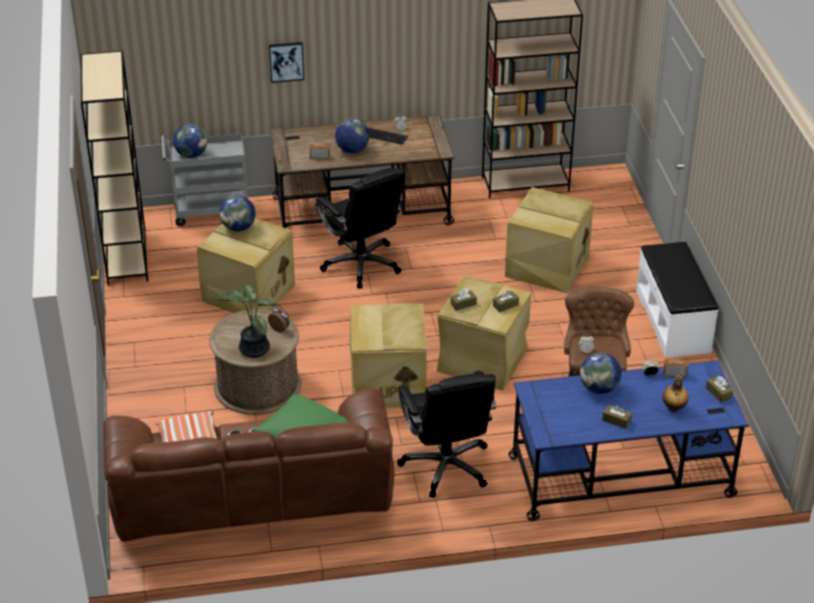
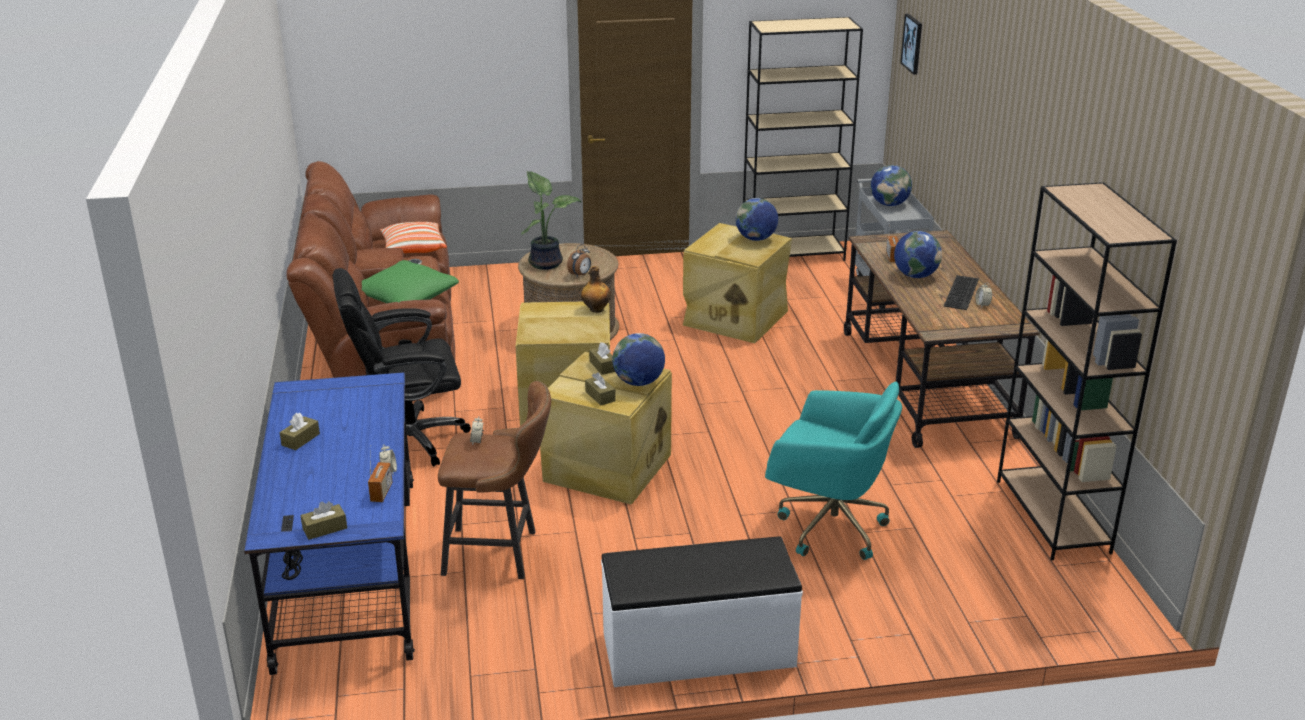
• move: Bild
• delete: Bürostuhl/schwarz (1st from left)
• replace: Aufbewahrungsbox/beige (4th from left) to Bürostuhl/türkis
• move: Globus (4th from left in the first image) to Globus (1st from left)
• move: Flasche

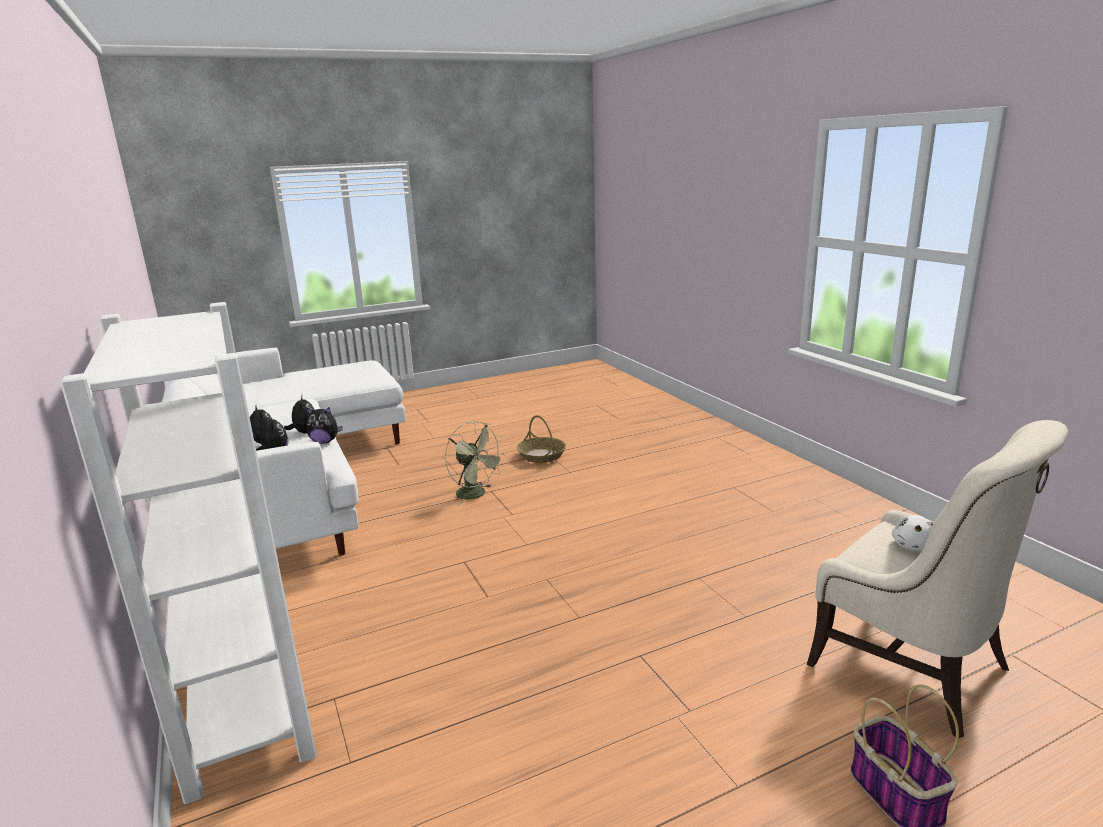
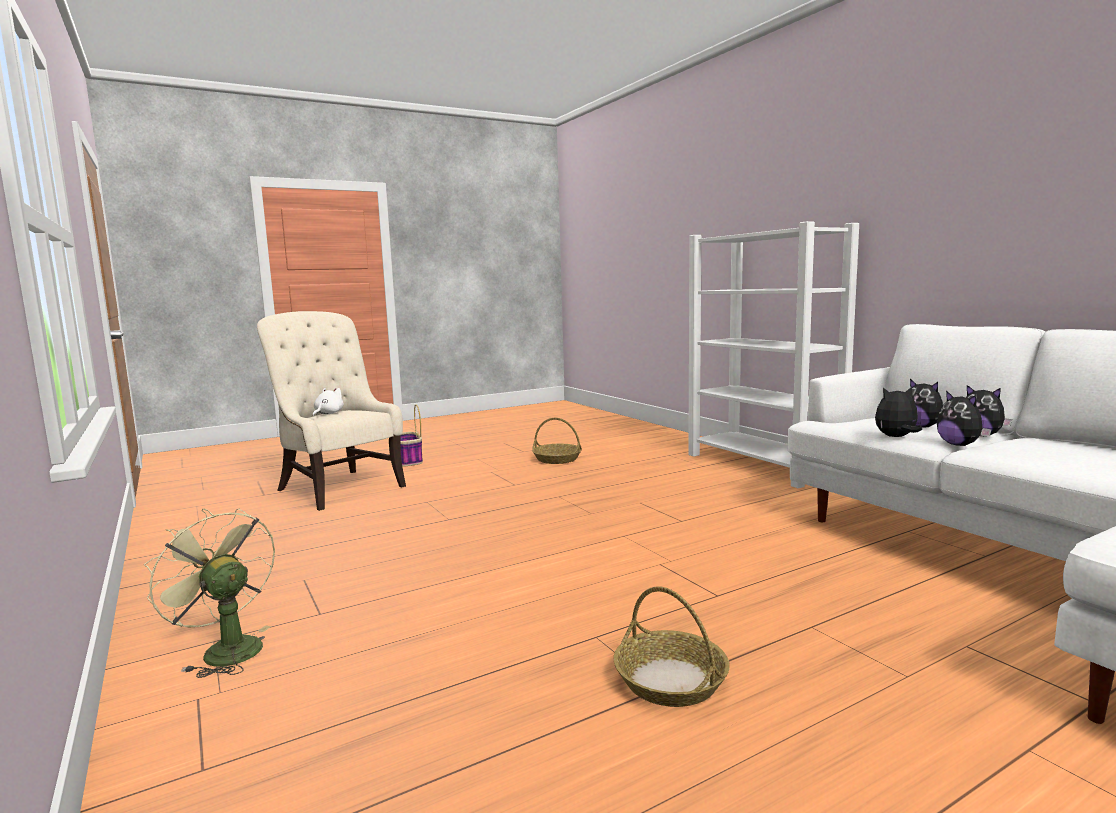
• move: Ventilator/grün
• insert: Korb (2nd from left)

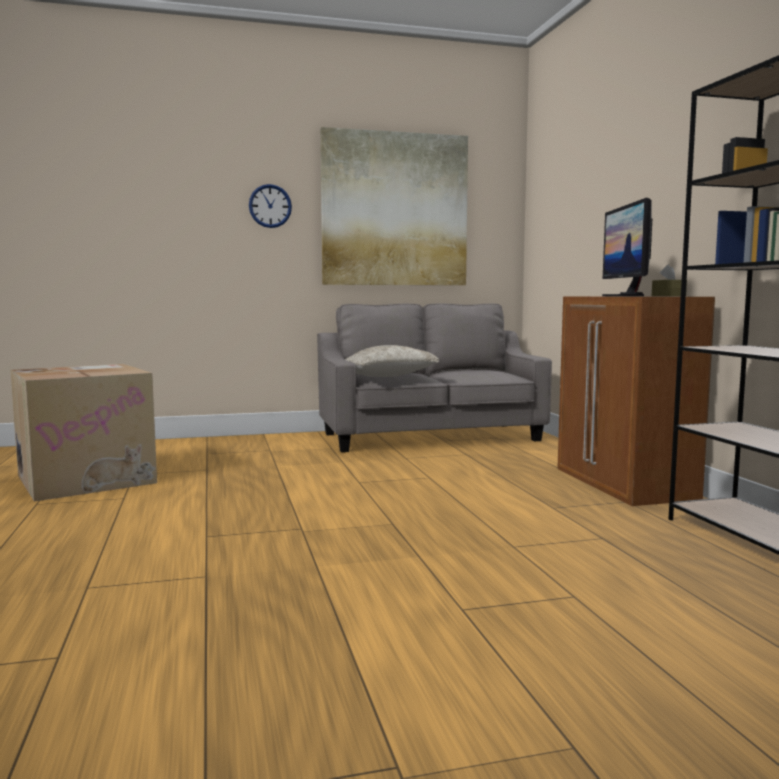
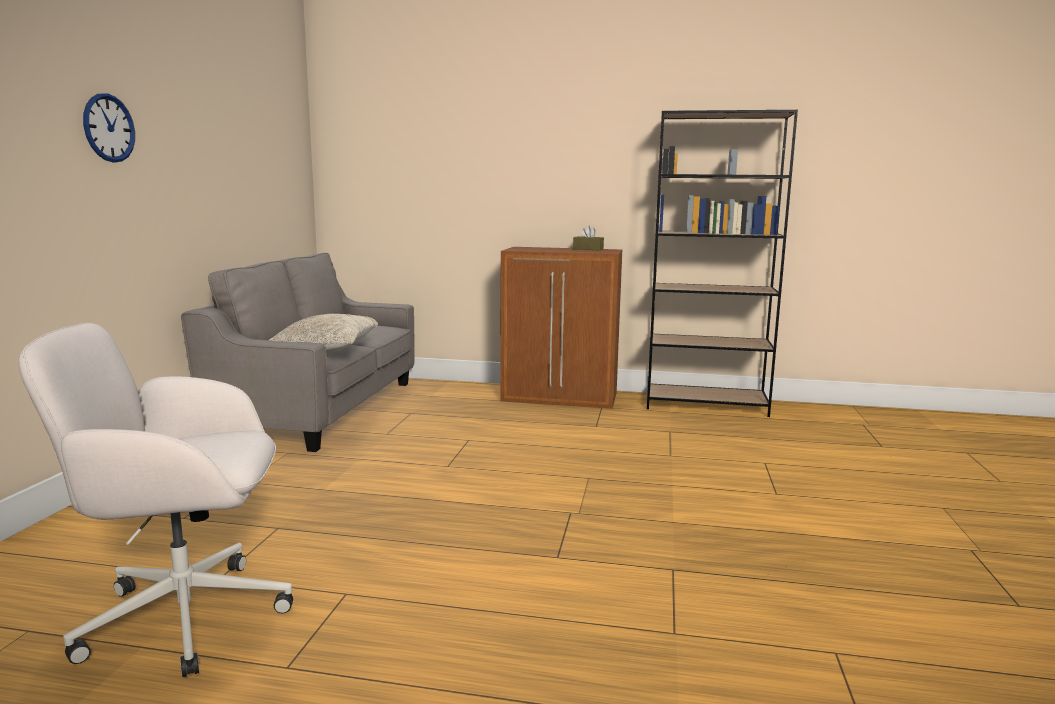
• delete: Bild
• delete: Monitor
• replace: Karton to Bürostuhl/weiß

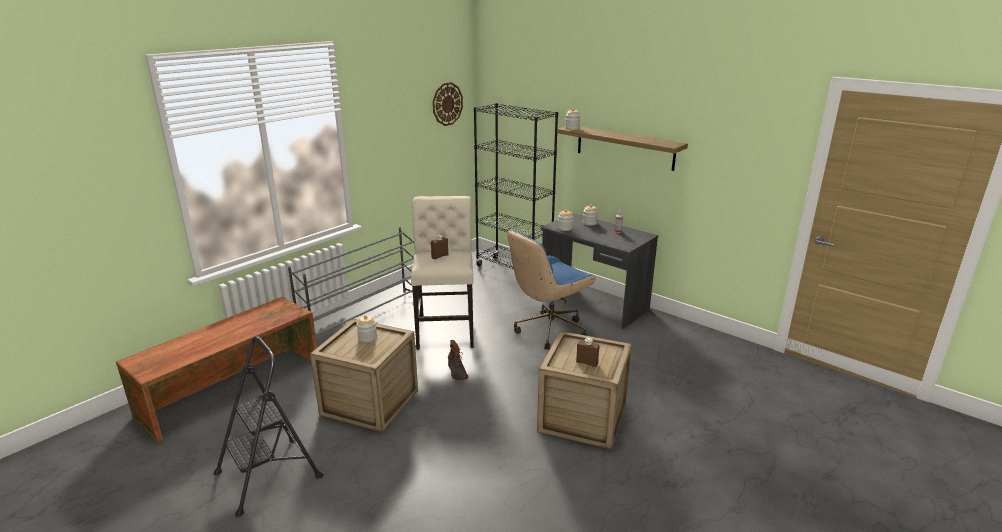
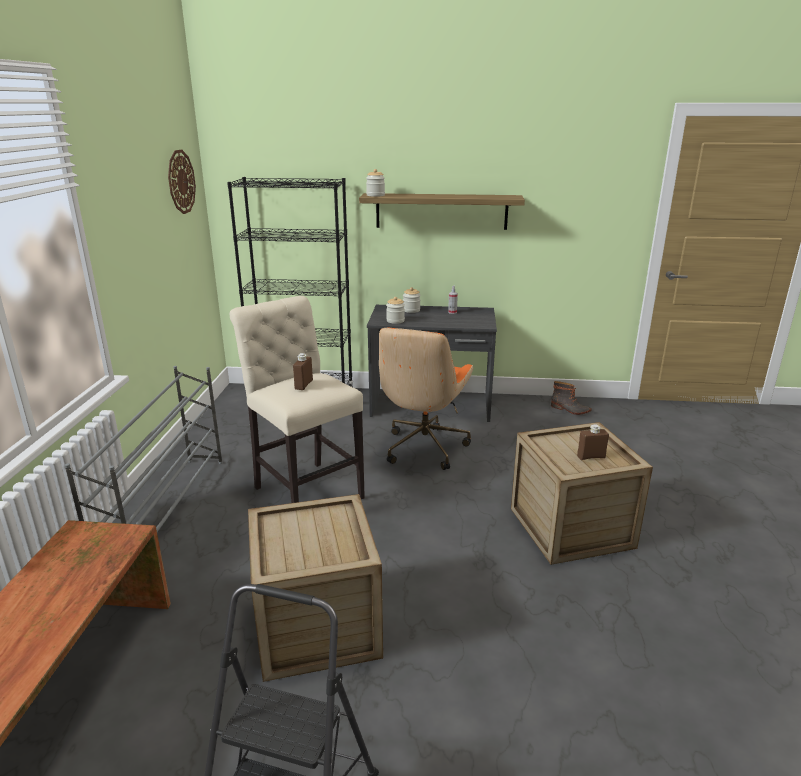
• recolor: Bürostuhl/blau to Bürostuhl/orange
• delete: Vorratsglas (1st from left)
• move: Stiefel

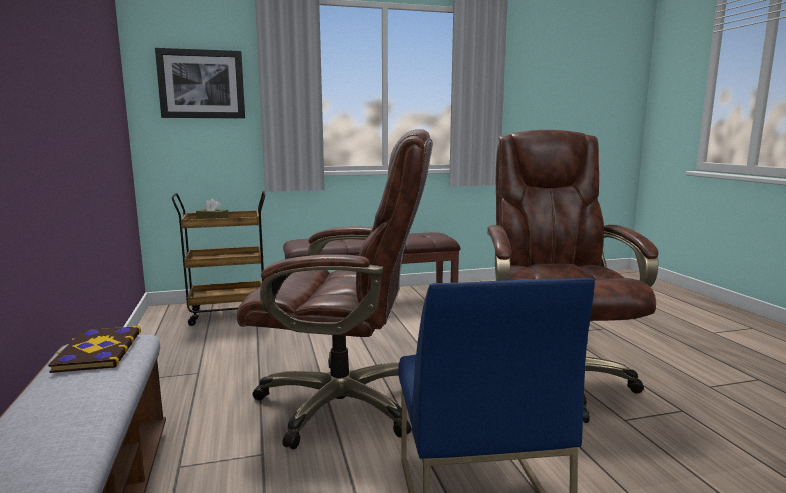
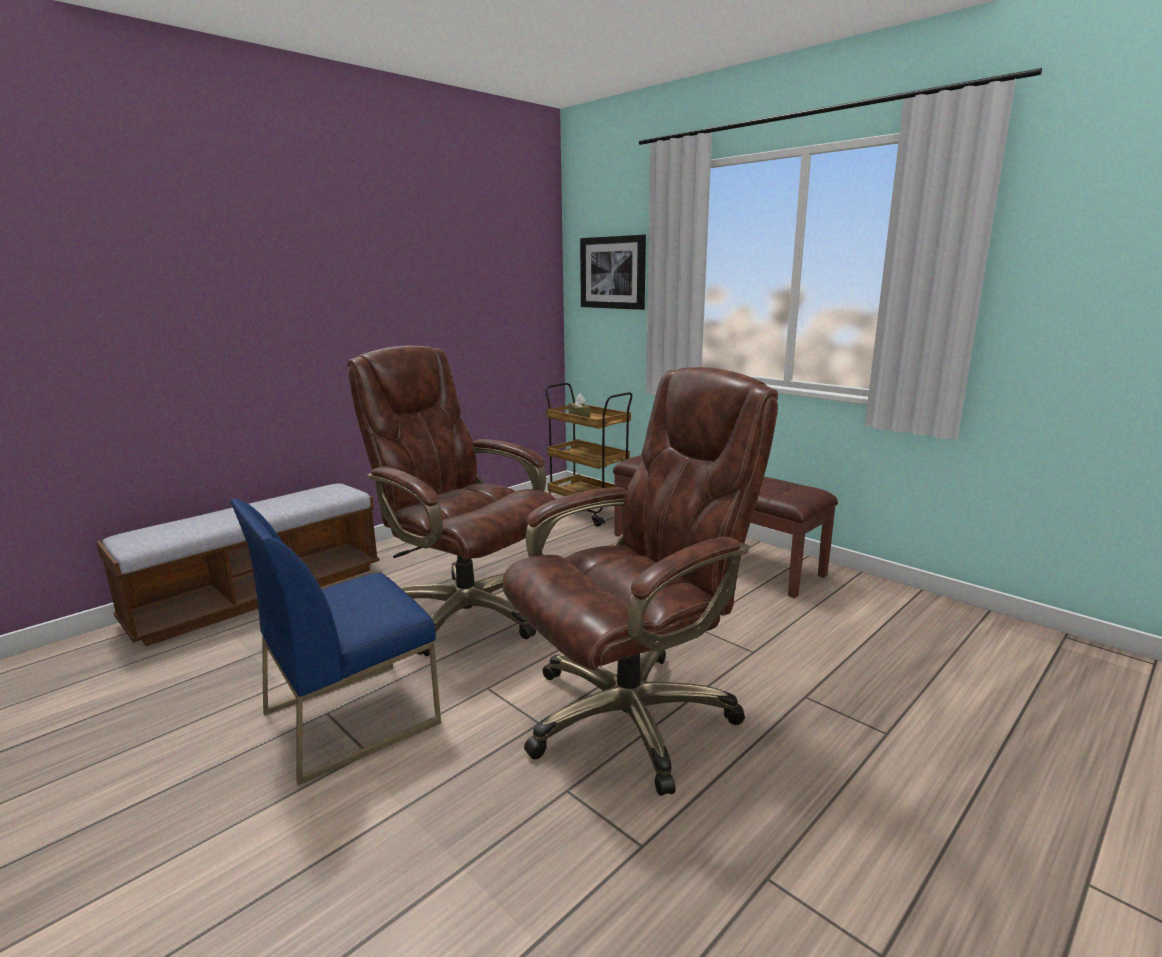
• rotate: Bürostuhl/braun (1st from left) 150 degrees clockwise
• delete: Buch

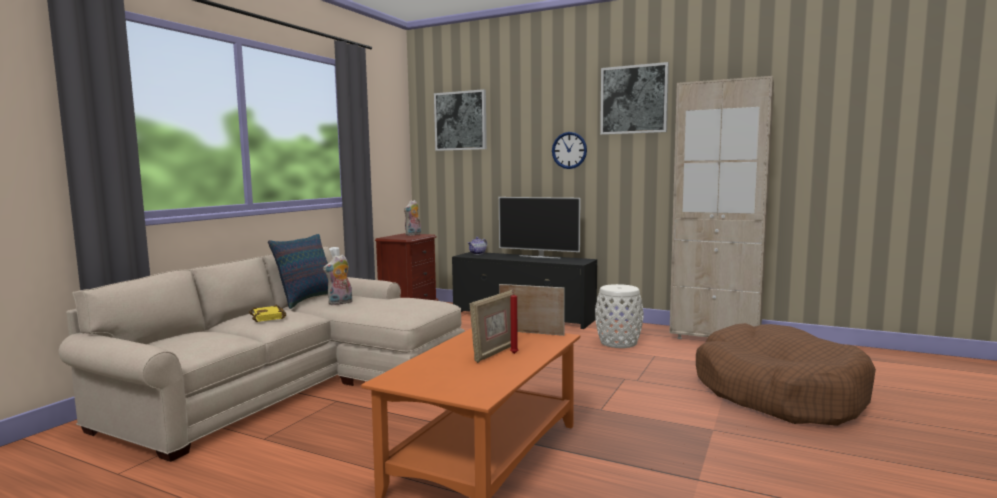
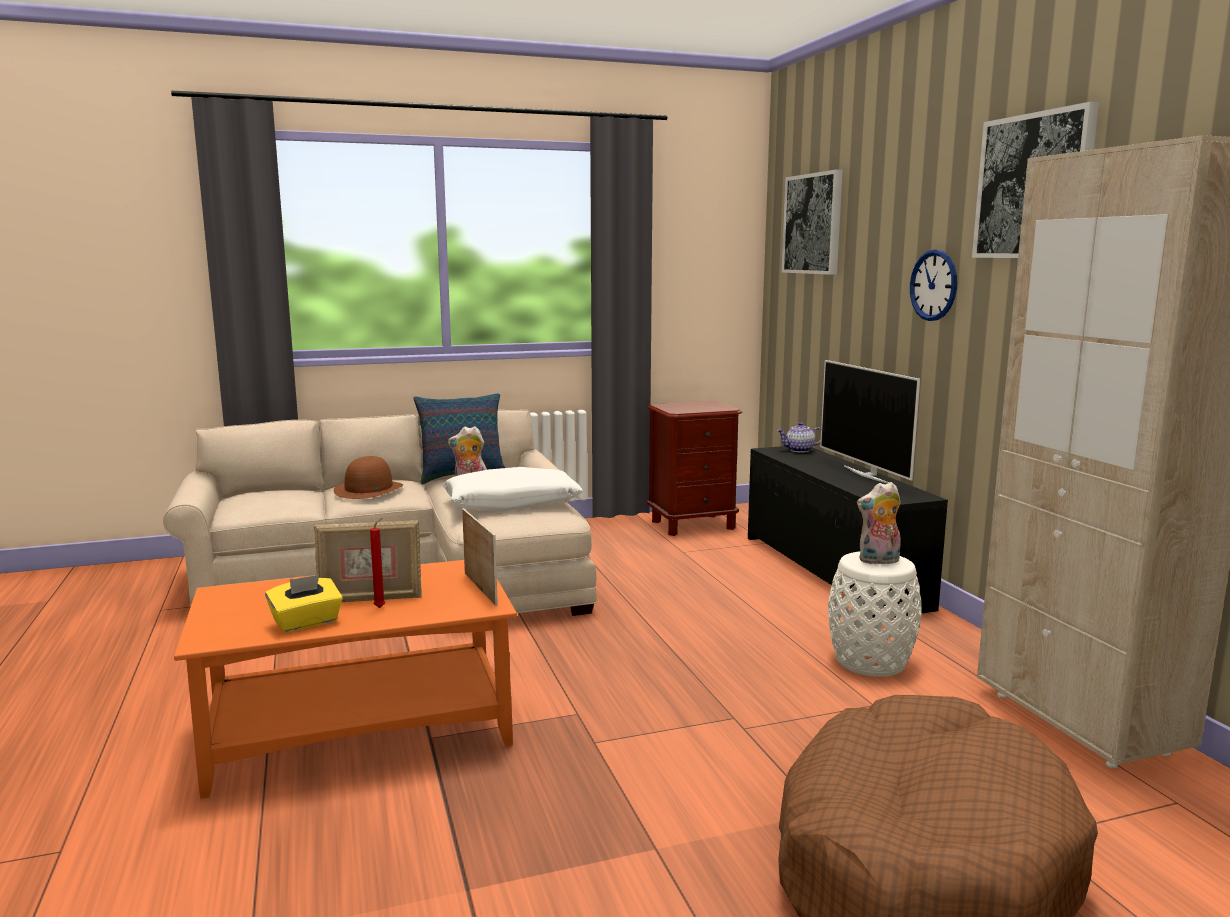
• move: Plüschtier (2nd from left)
• replace: Buch/gelb to Hut/braun
• insert: Kissen/weiß
• insert: Taschentuchbox/gelb

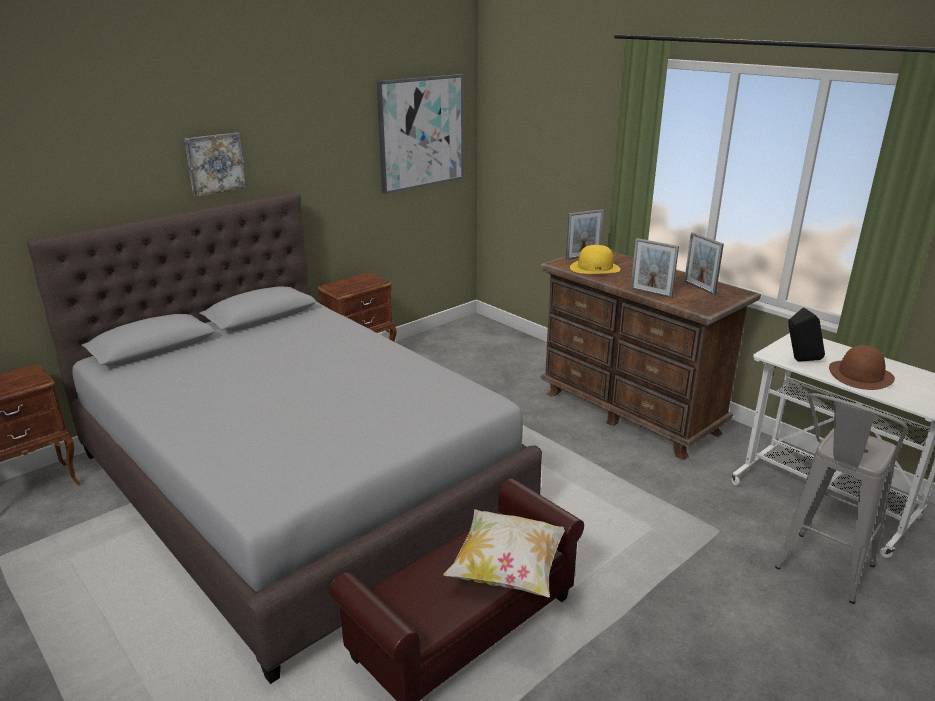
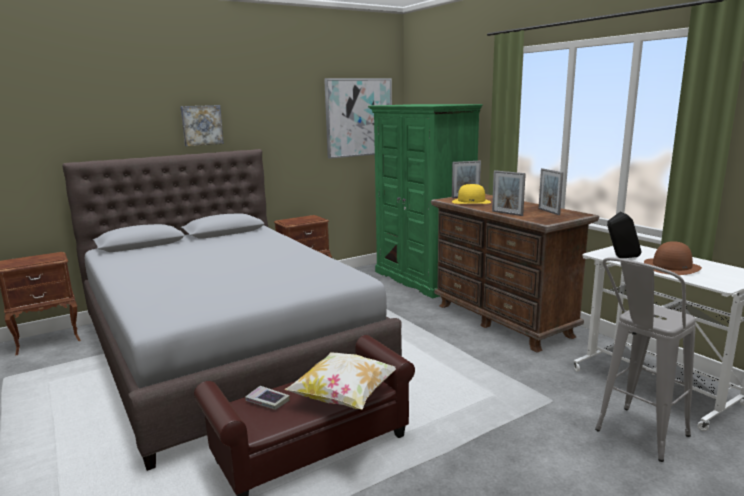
• insert: Kleiderschrank/grün
• insert: Buch

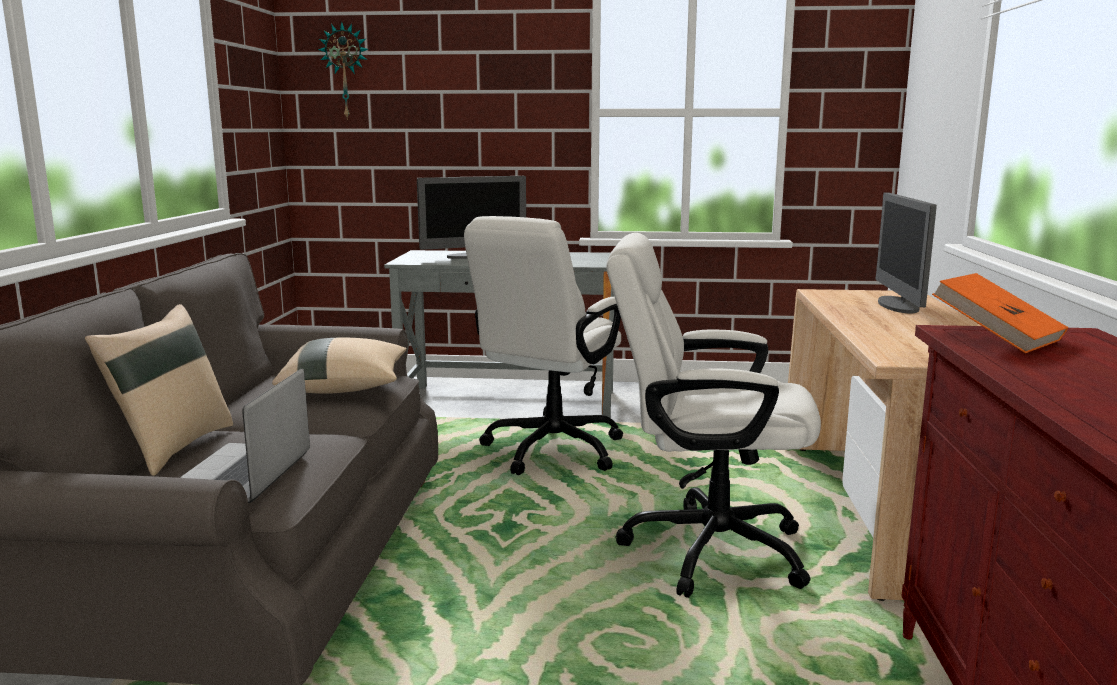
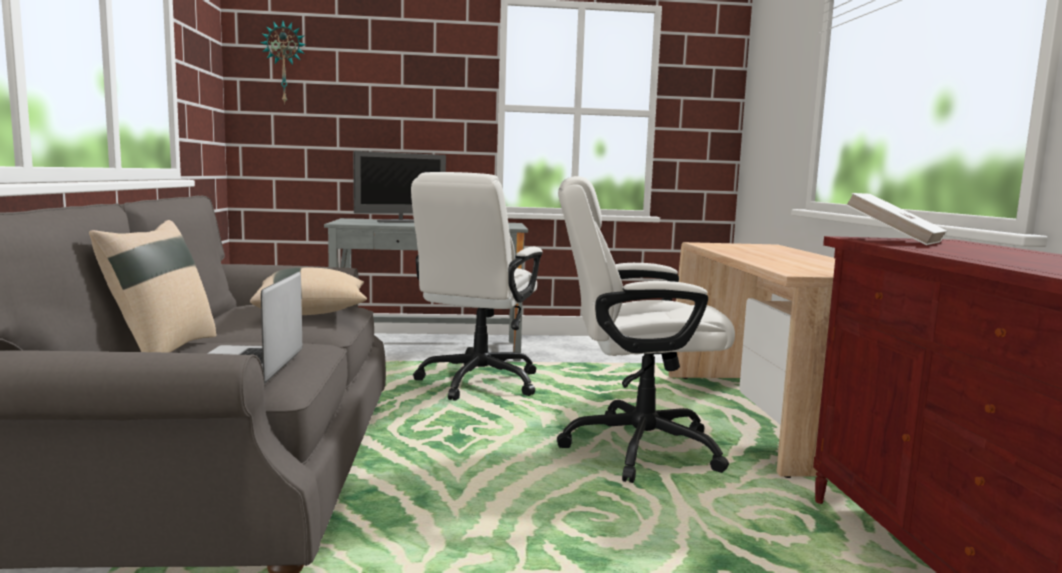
• delete: Monitor (2nd from left)
• recolor: Buch/orange to Buch/weiß

